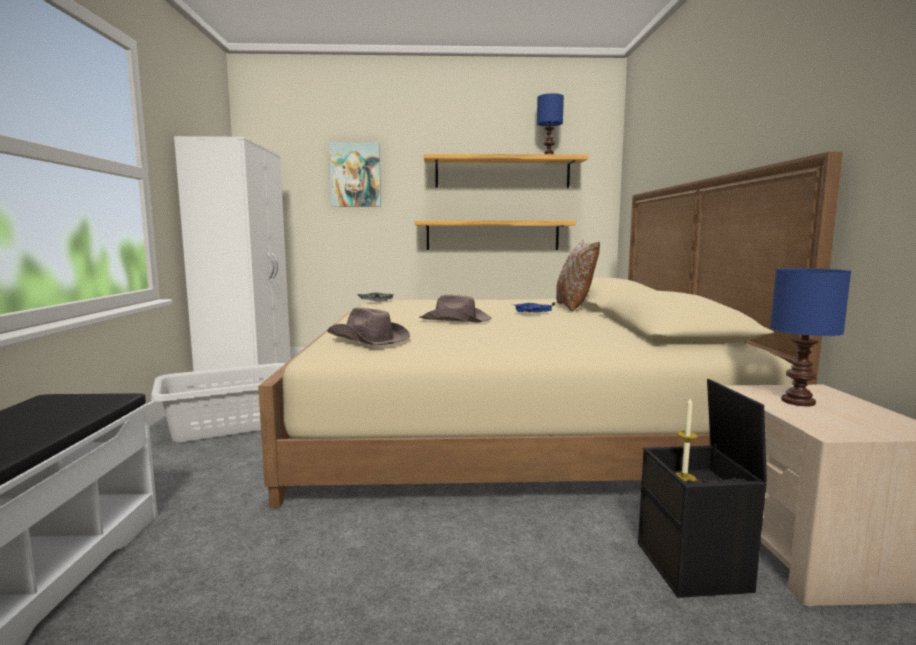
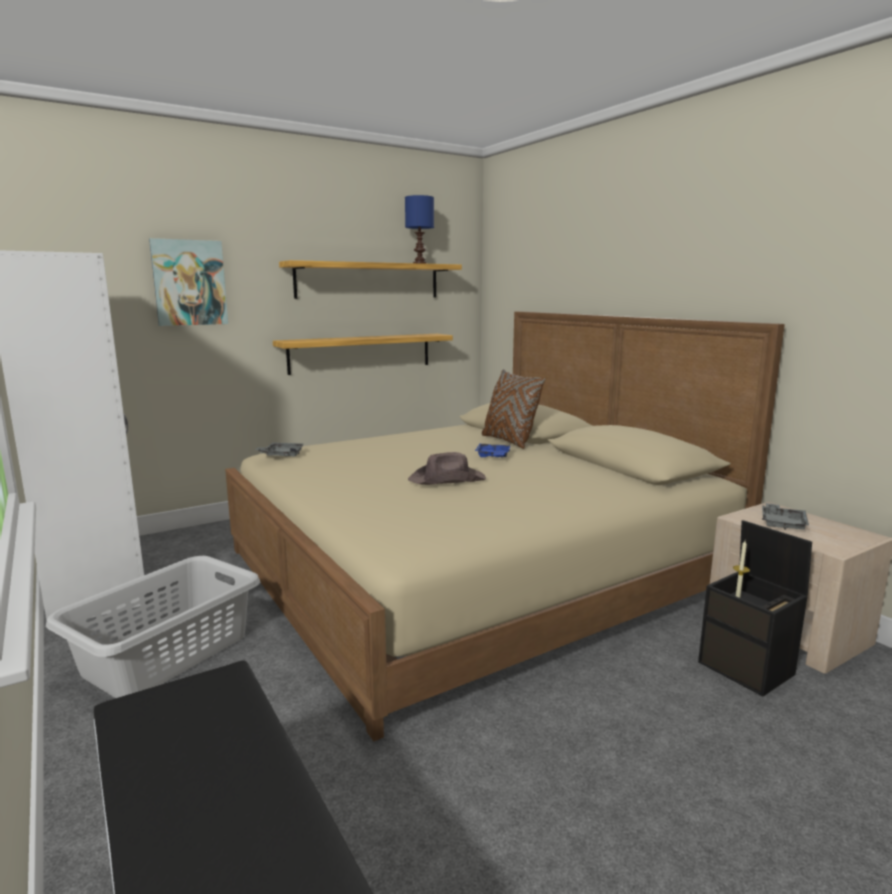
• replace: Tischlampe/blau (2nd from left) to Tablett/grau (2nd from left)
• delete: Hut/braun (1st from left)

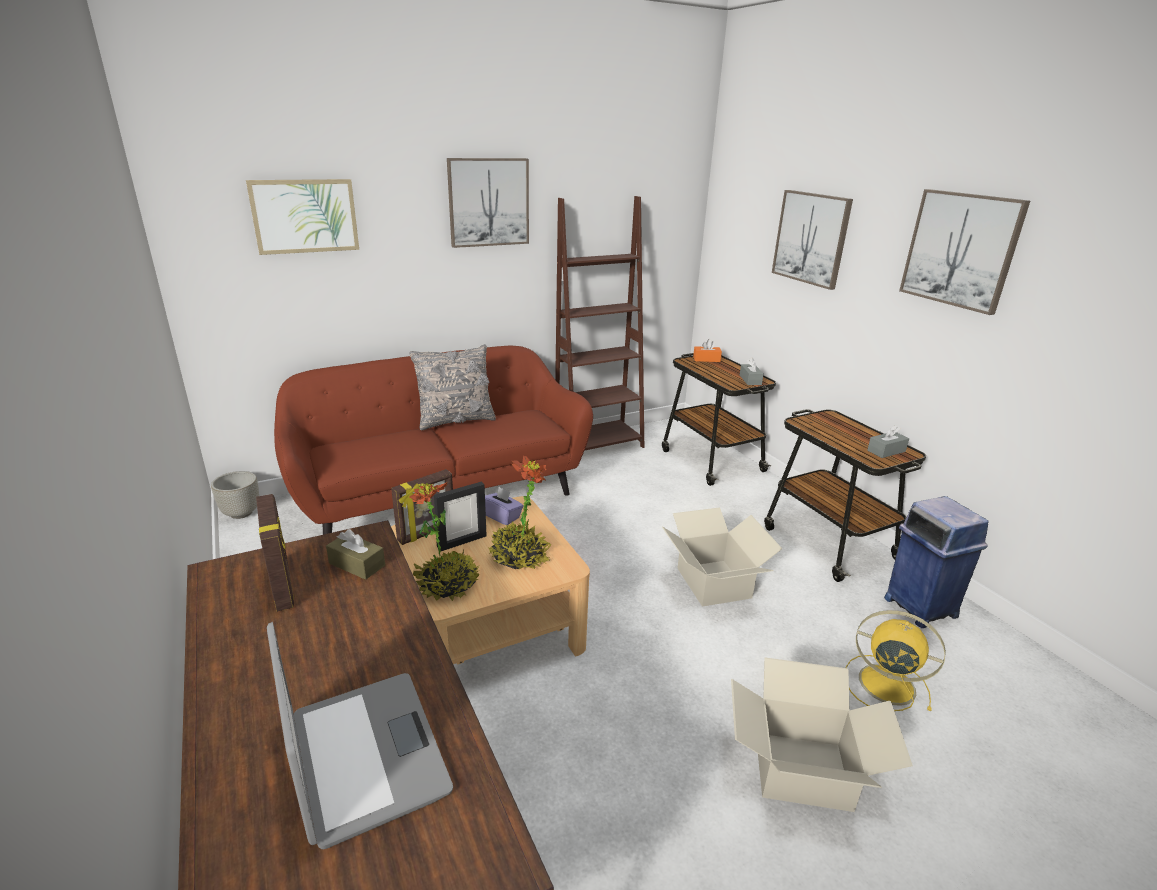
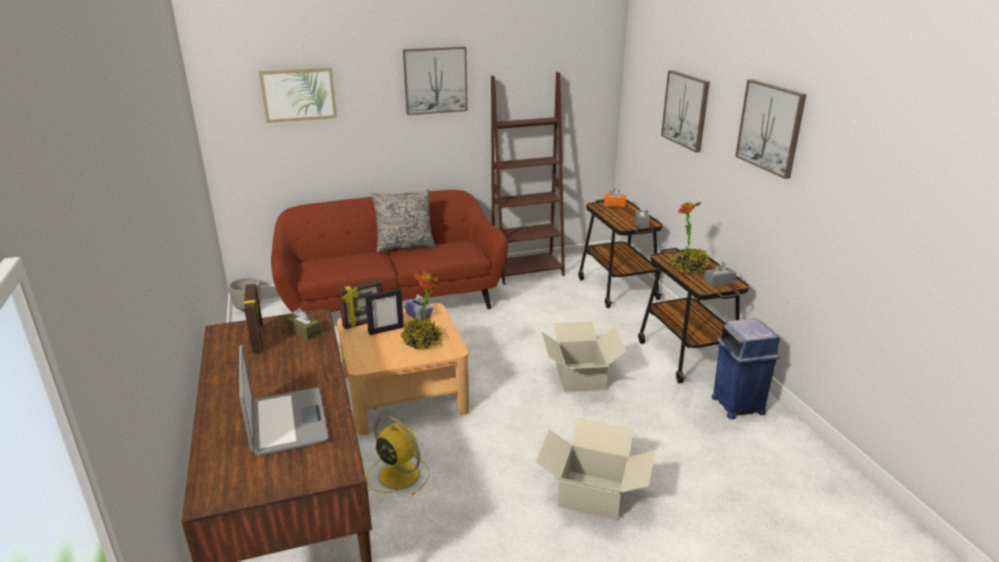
• move: Topfpflanze (1st from left in the first image) to Topfpflanze (2nd from left)
• move: Ventilator/gelb

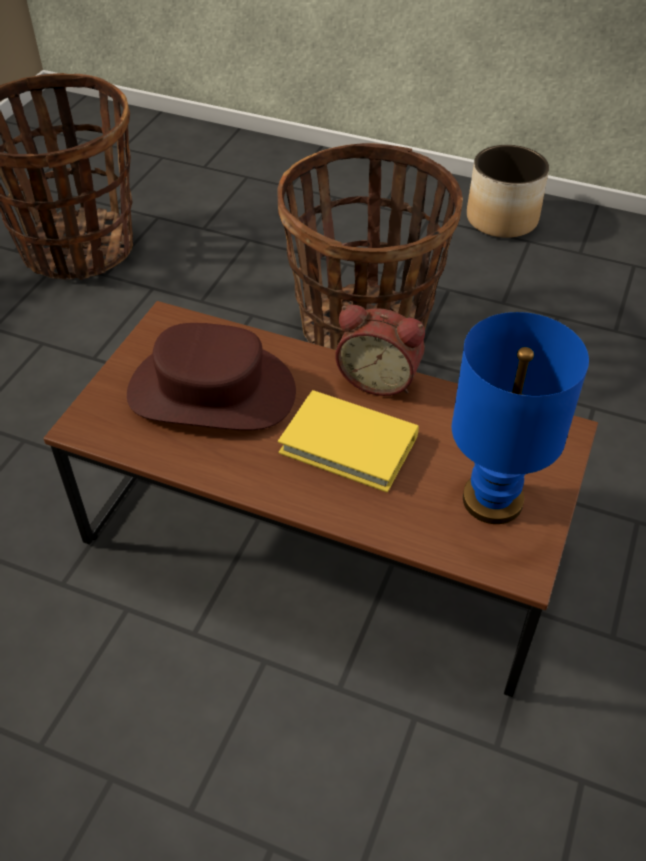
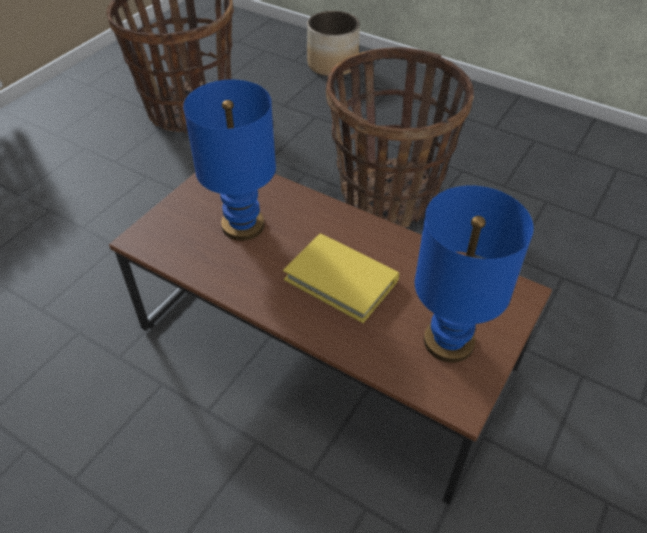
• move: Pflanzkübel
• delete: Wecker
• replace: Hut/braun to Tischlampe/blau (1st from left)

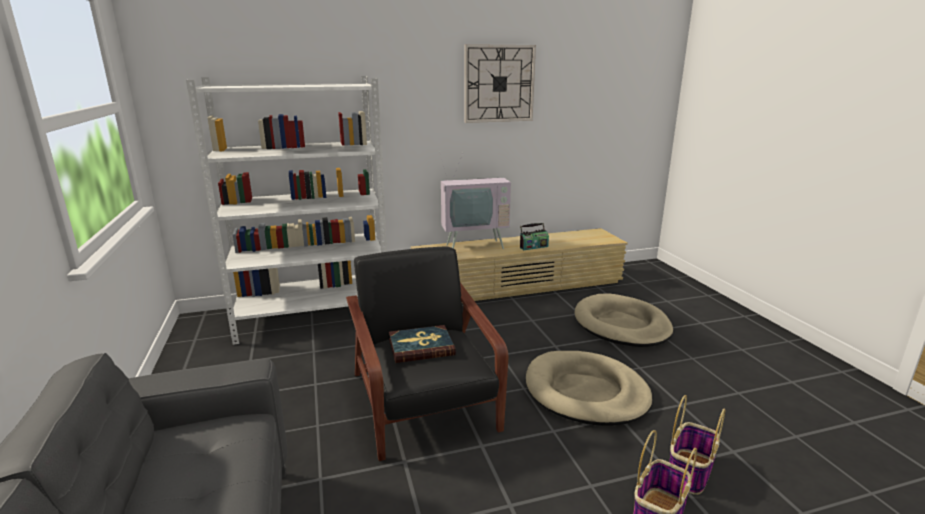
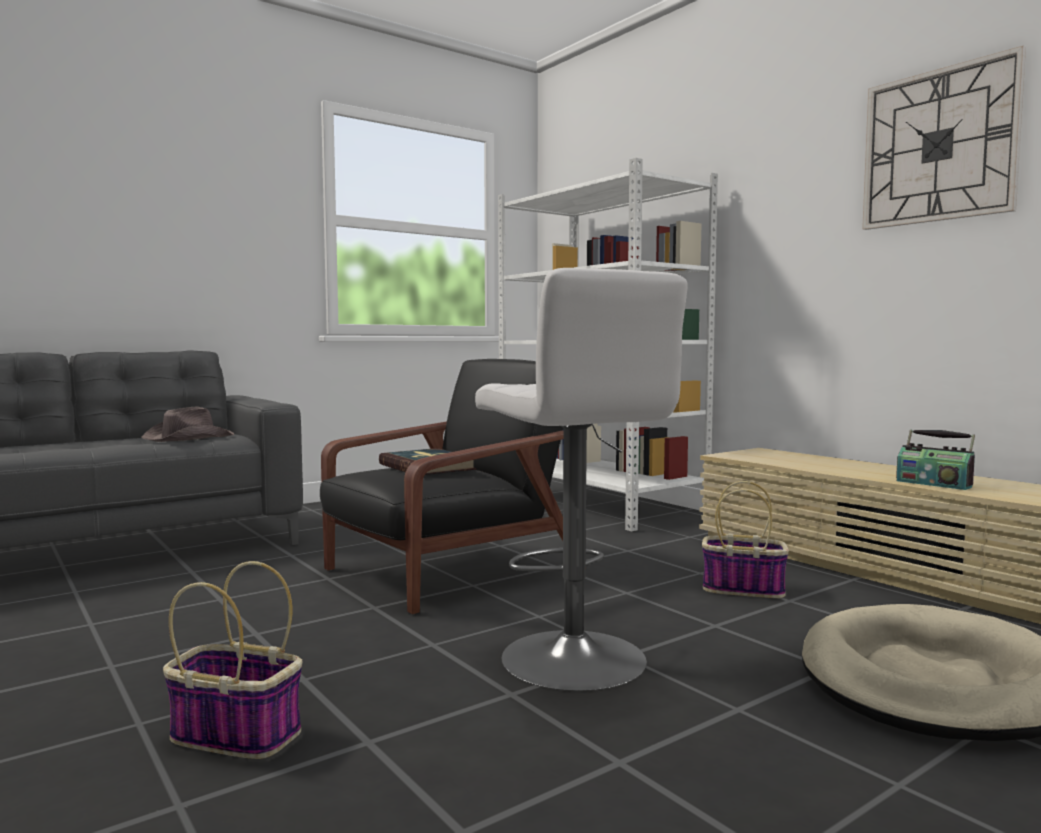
• delete: Fernseher
• replace: Hundebett/beige (1st from left) to Hocker/weiß
• move: Korb (2nd from left)
• insert: Hut/braun

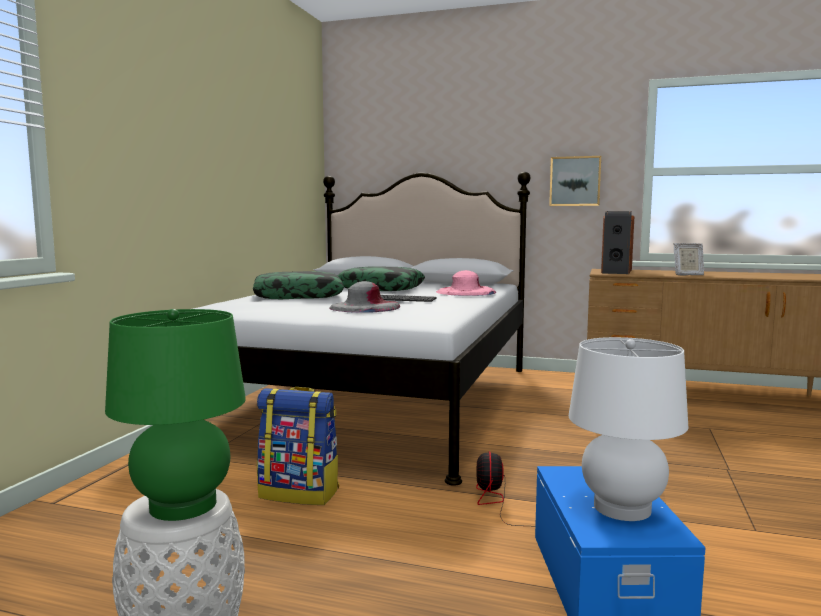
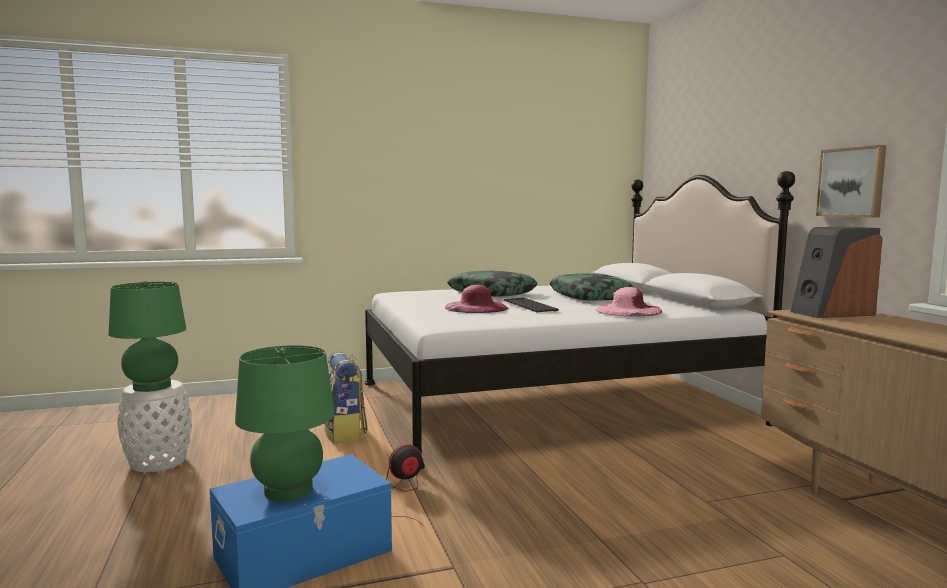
• delete: Bilderrahmen
• recolor: Hut/grau to Hut/rosa (1st from left)
• recolor: Tischlampe/weiß to Tischlampe/grün (2nd from left)

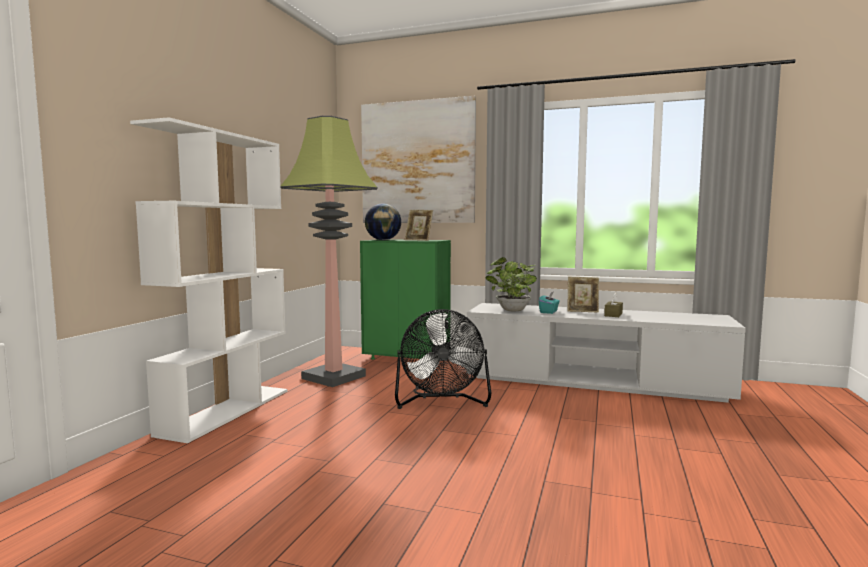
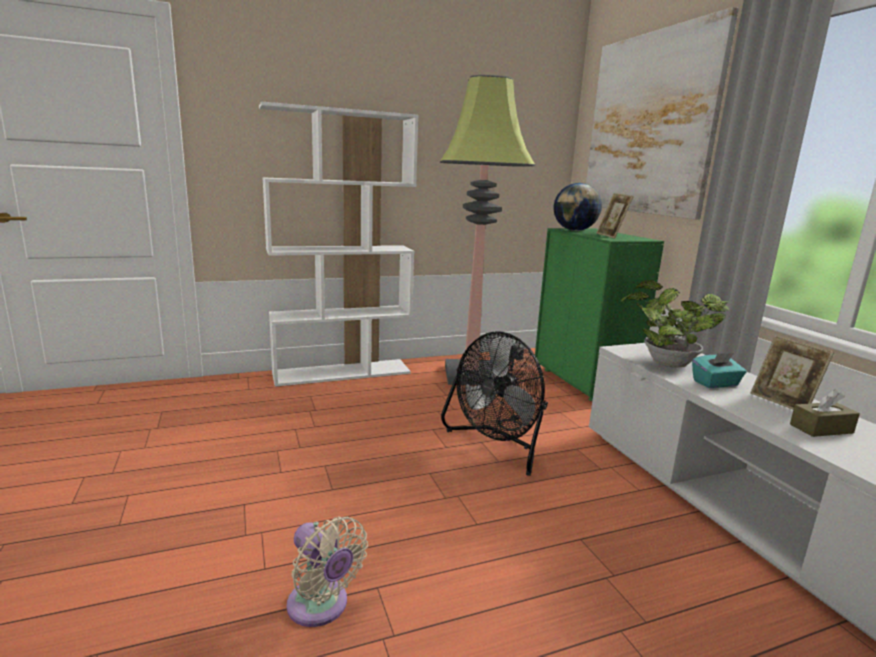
• insert: Ventilator/beige

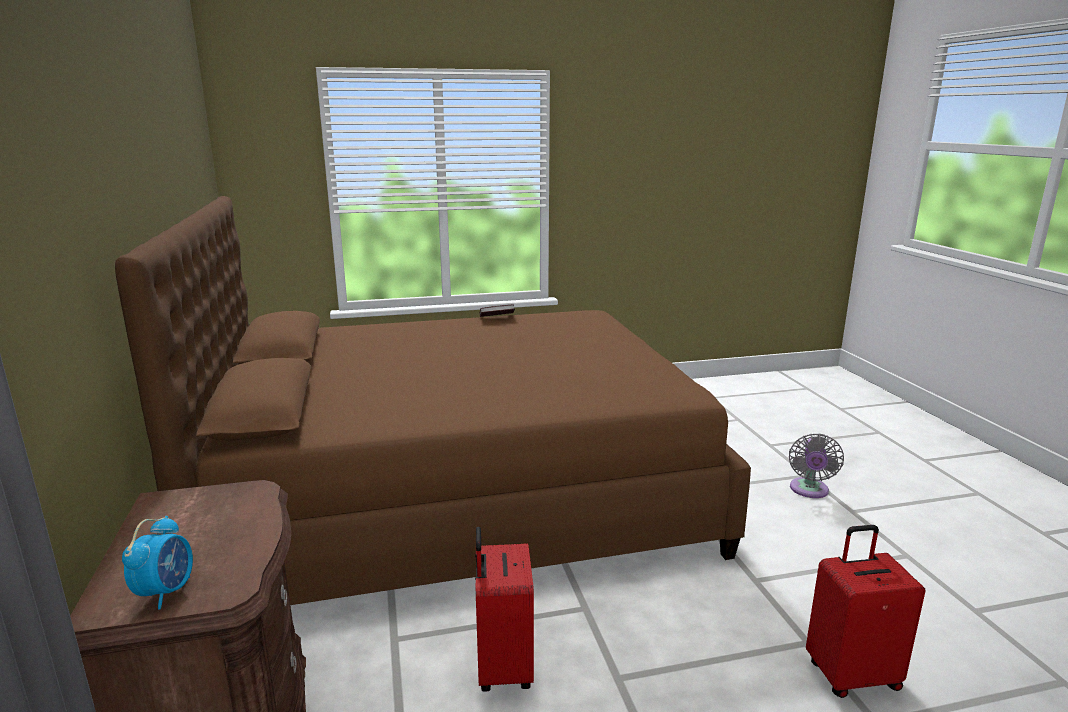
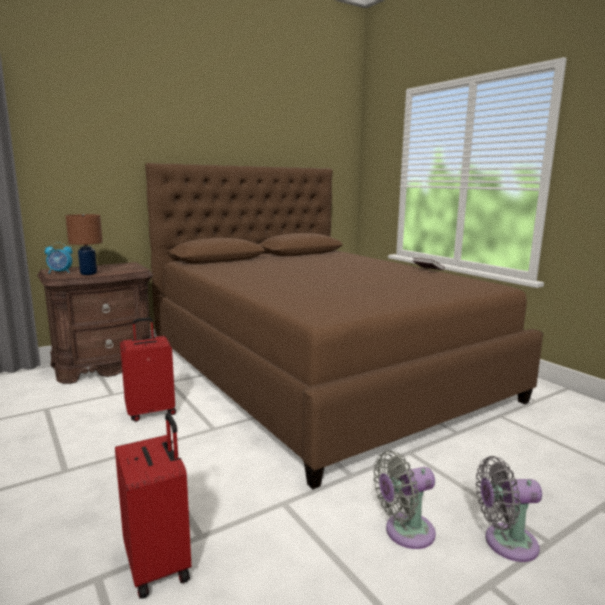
• insert: Tischlampe/braun
• insert: Ventilator/grau (1st from left)

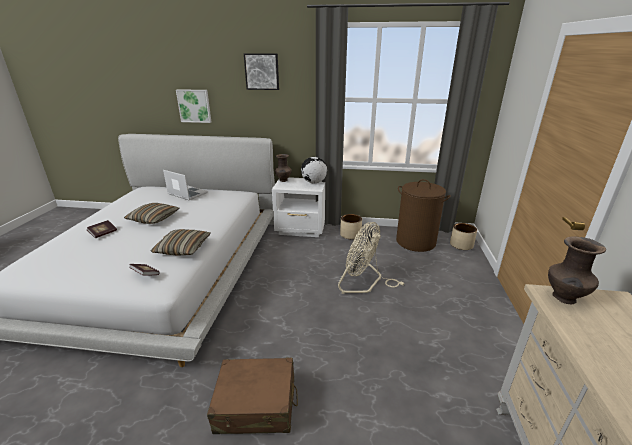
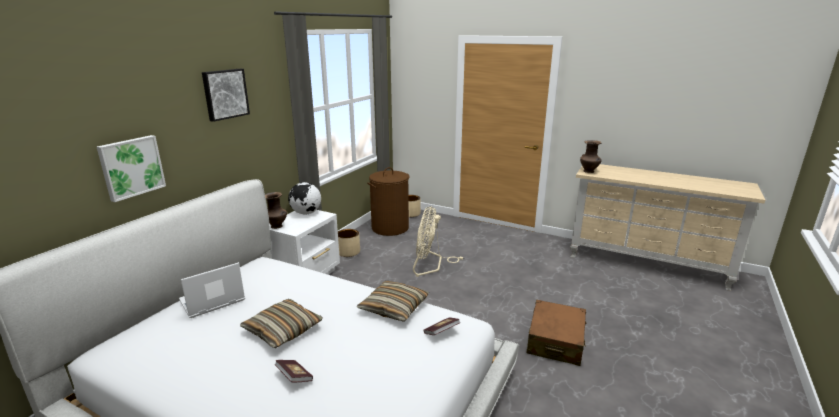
• rotate: Ventilator/beige 45 degrees clockwise

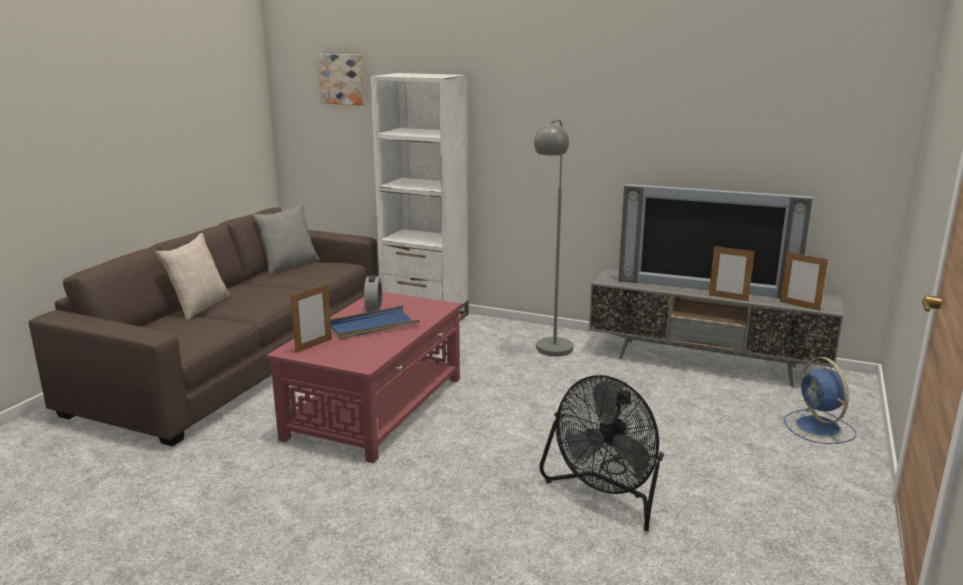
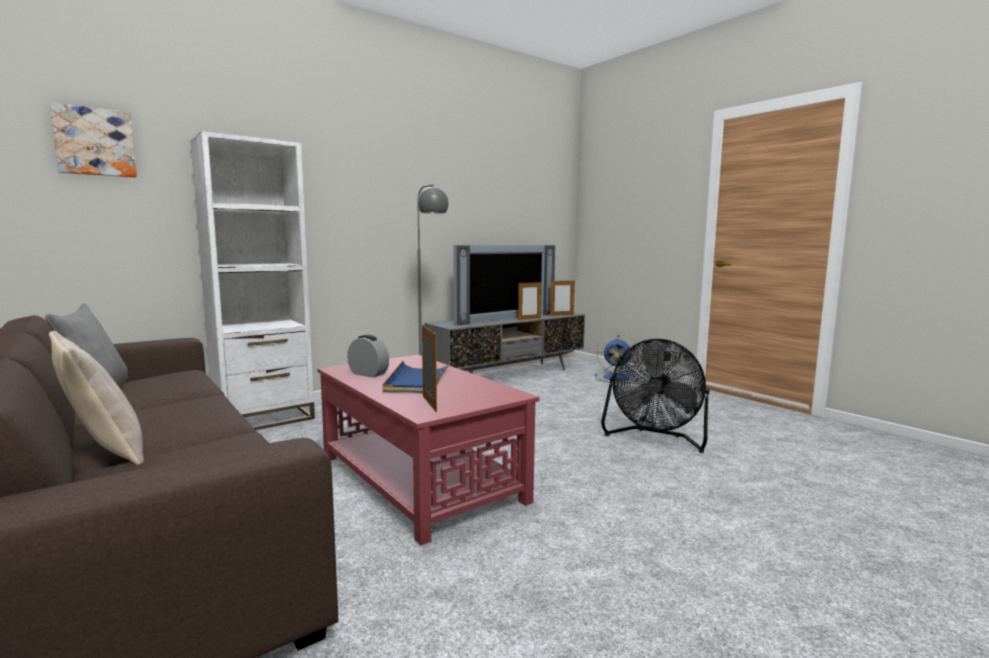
• rotate: Ventilator/schwarz 45 degrees clockwise

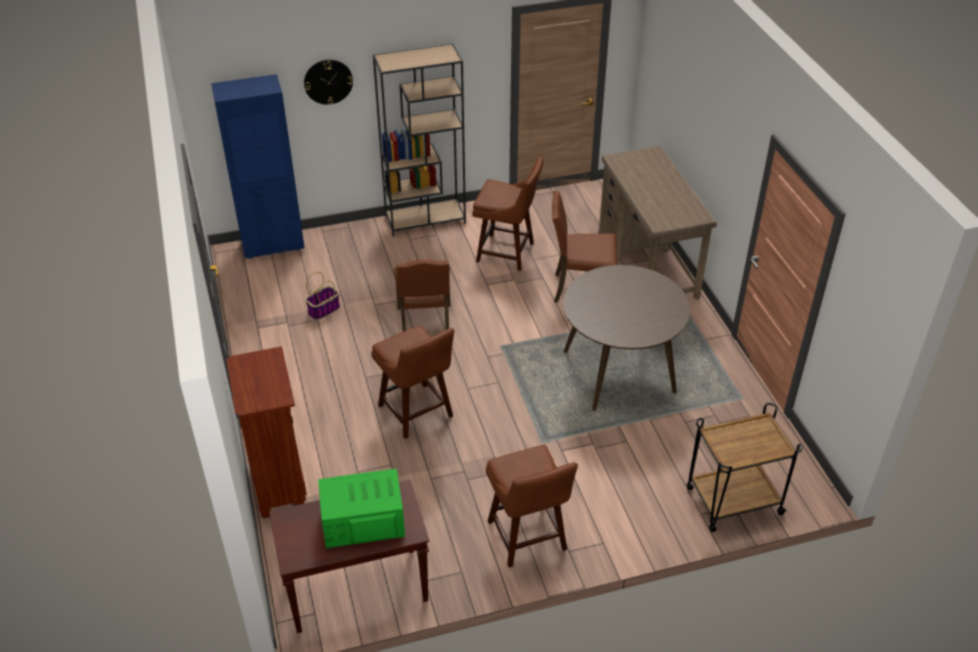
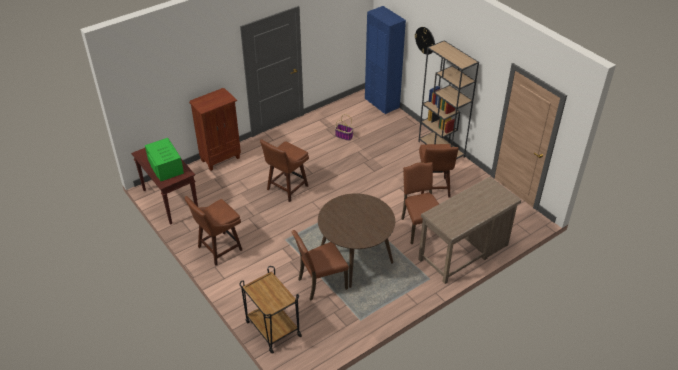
• move: Stuhl/braun (1st from left)

